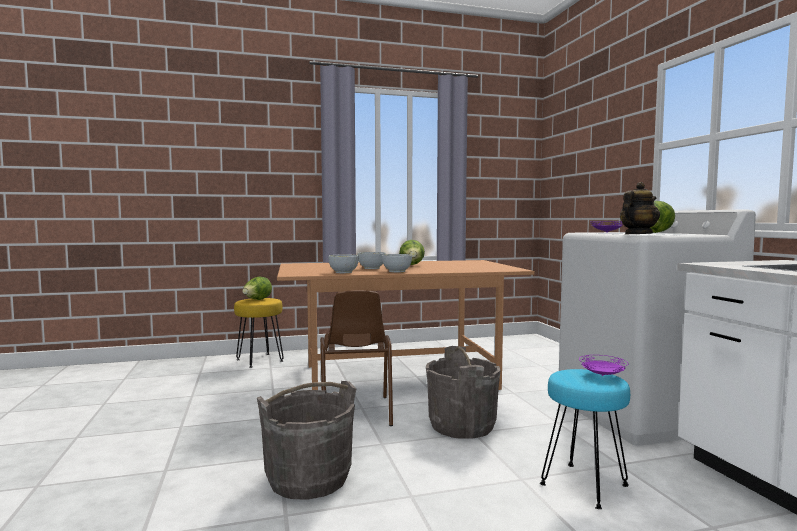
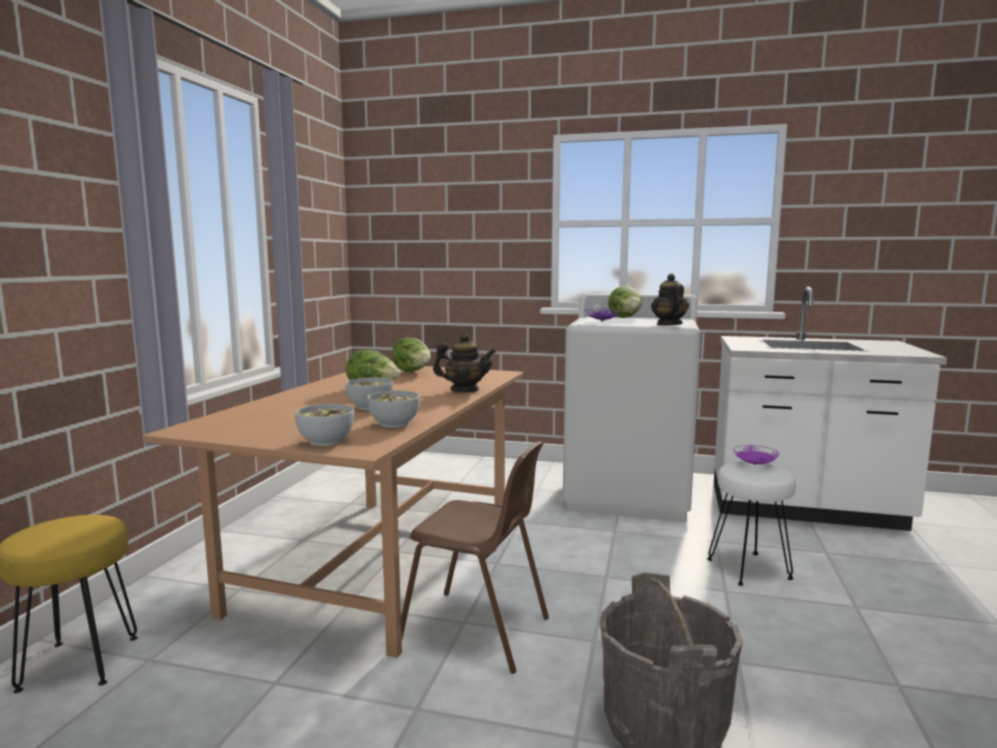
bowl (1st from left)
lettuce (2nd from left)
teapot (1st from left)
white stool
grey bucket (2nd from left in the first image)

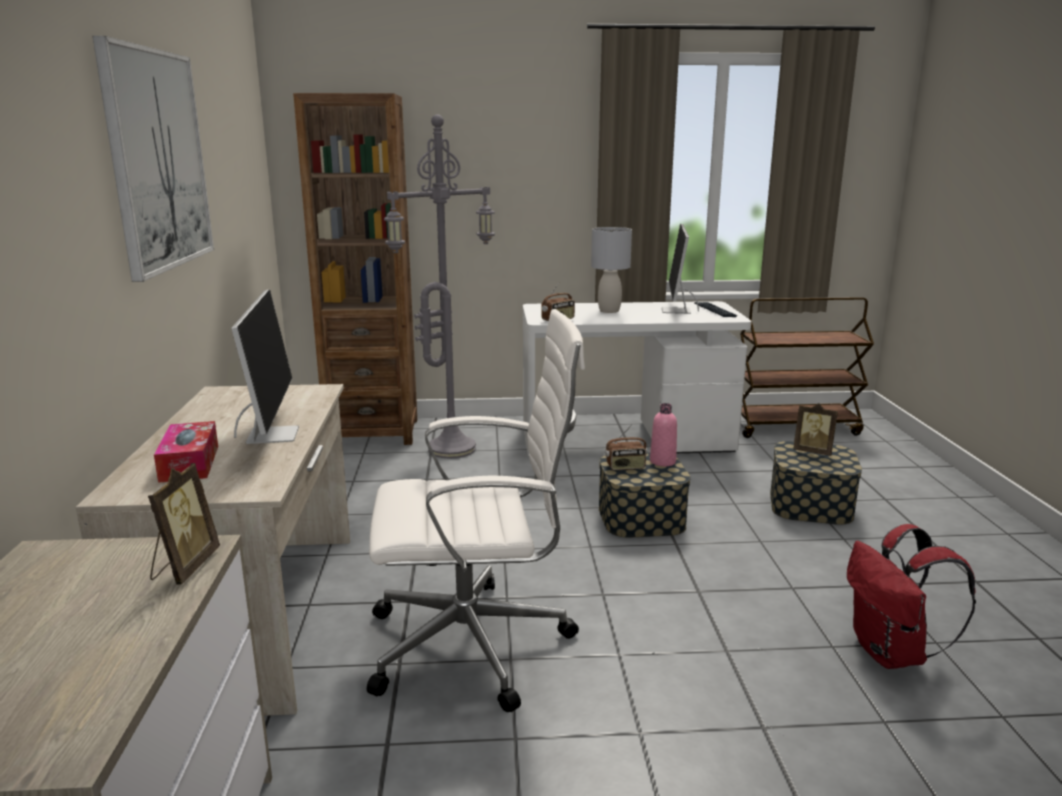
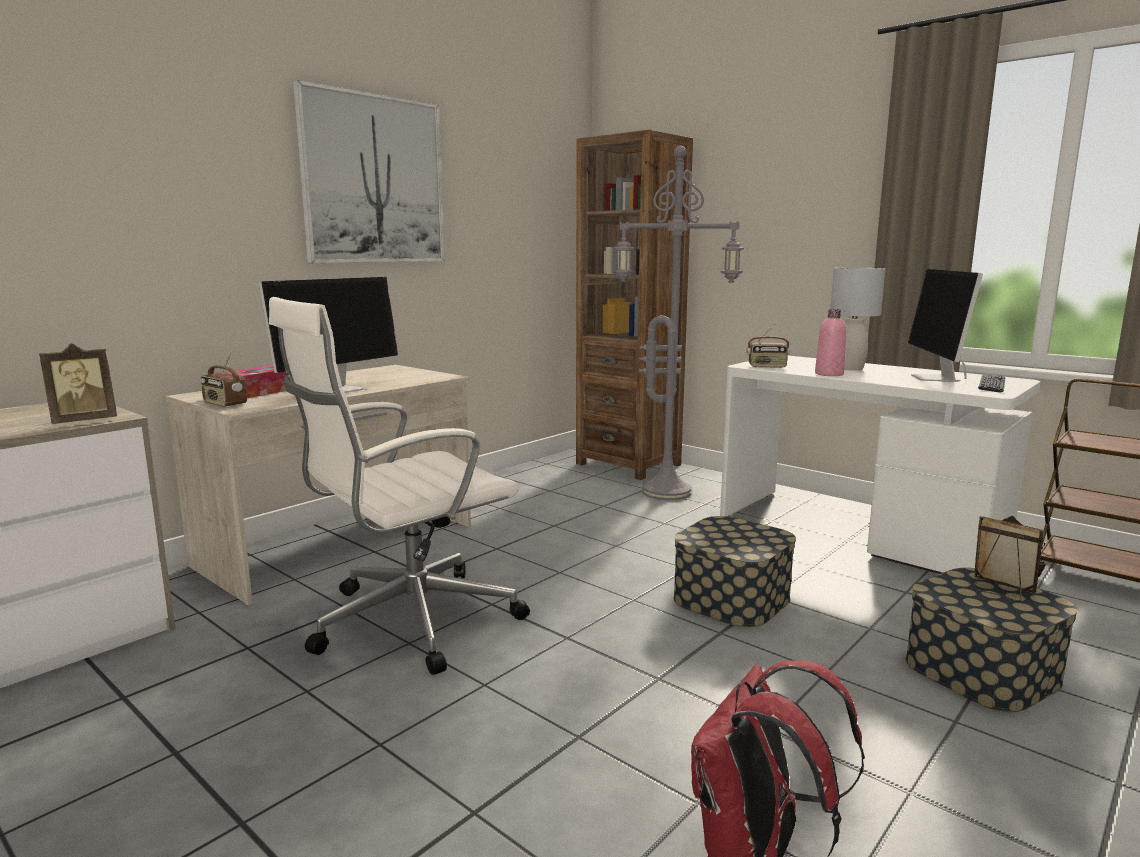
radio (1st from left)
white office chair
pink bottle
monitor (2nd from left)
picture frame (2nd from left)

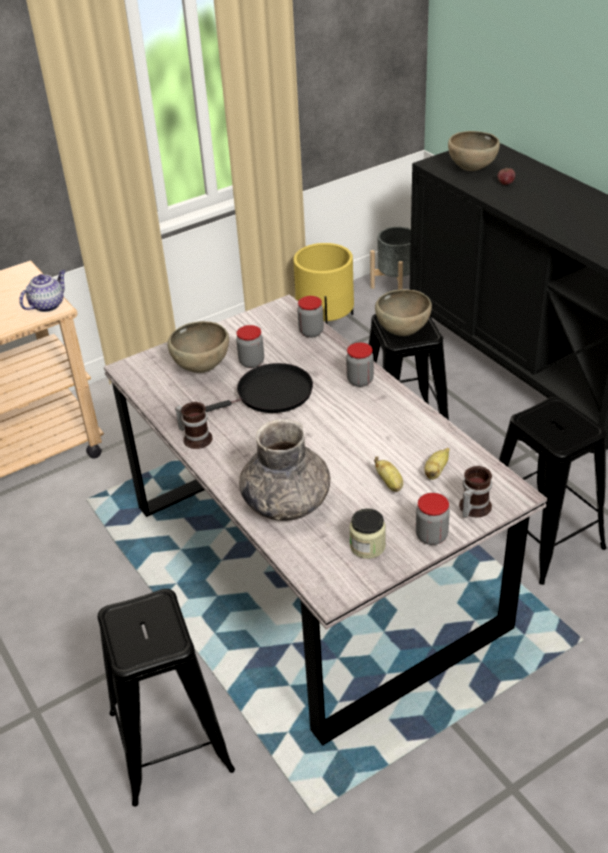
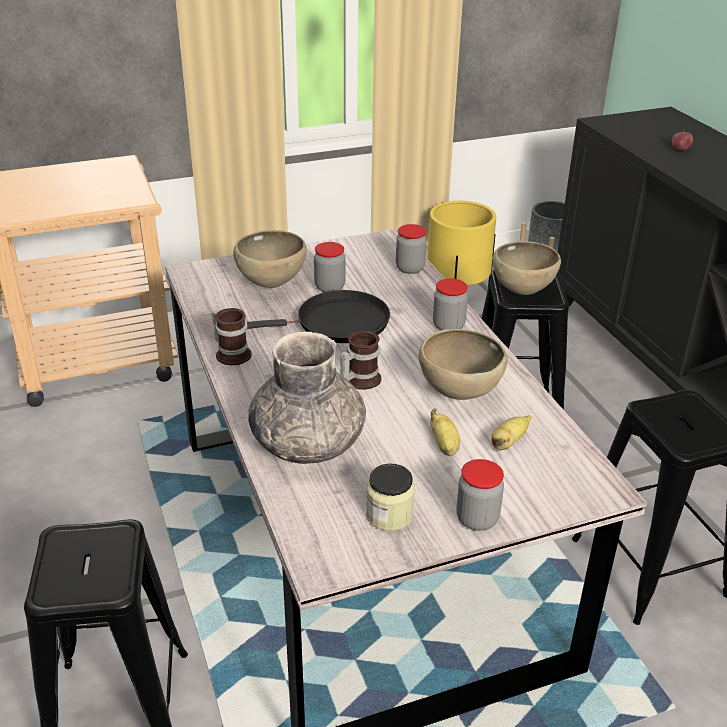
mug (2nd from left)
brown bowl (2nd from left)
teapot

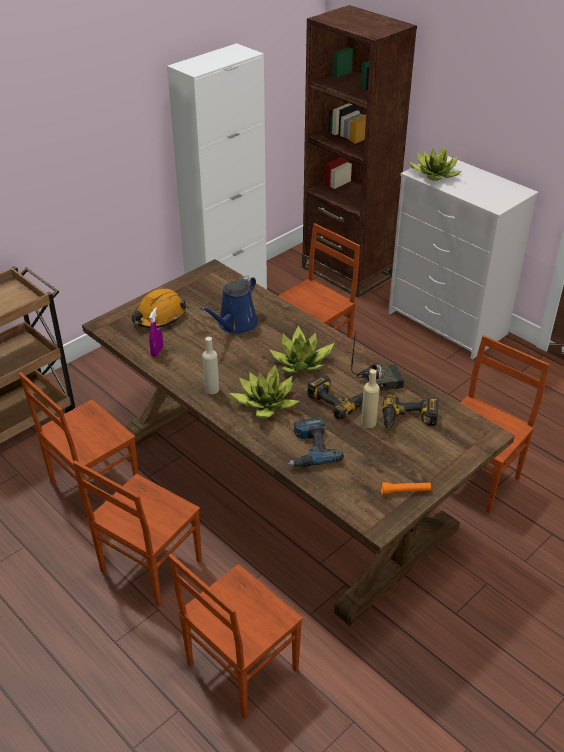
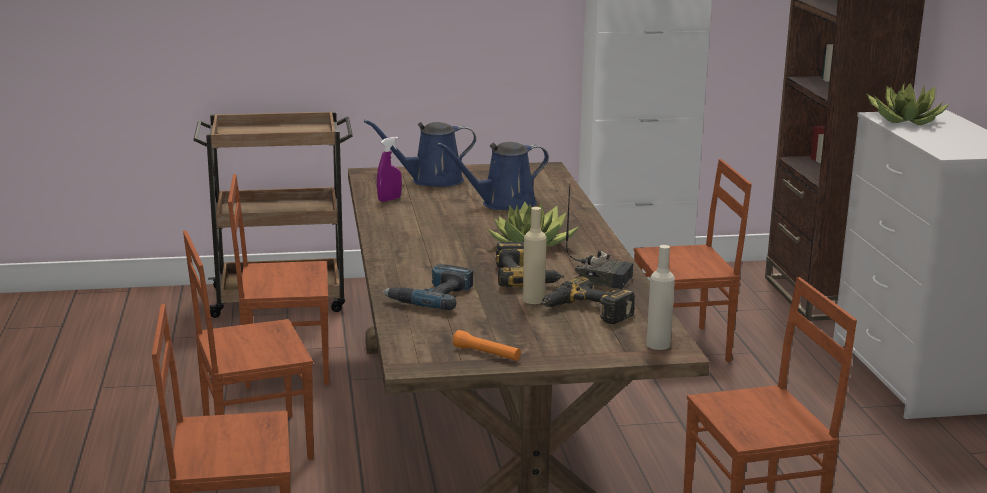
blue watering can (1st from left)
beige bottle (2nd from left)
potted plant (1st from left in the first image)

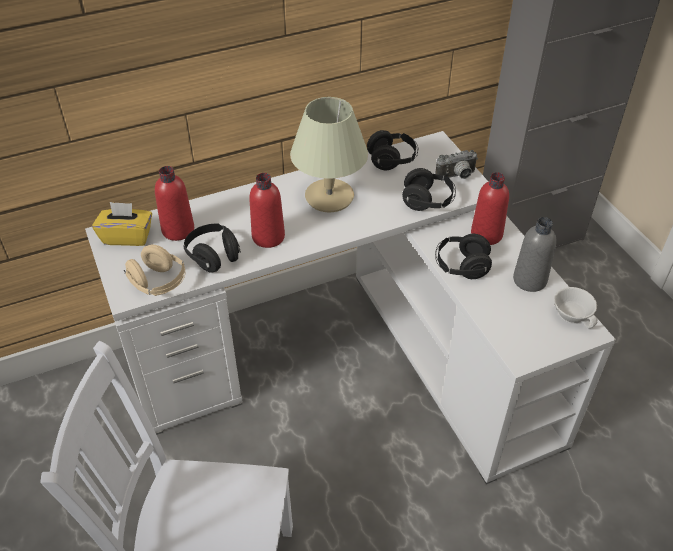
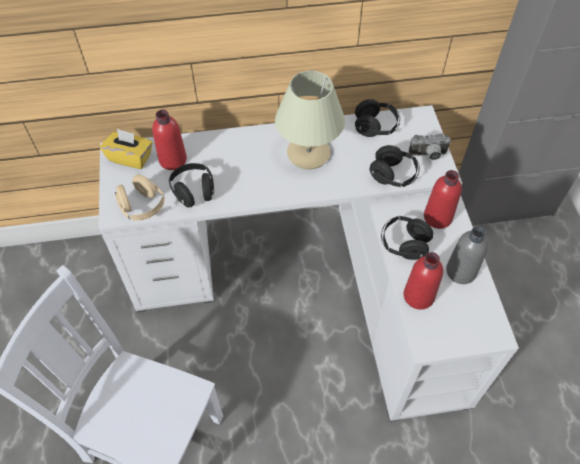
red bottle (2nd from left)
white cup

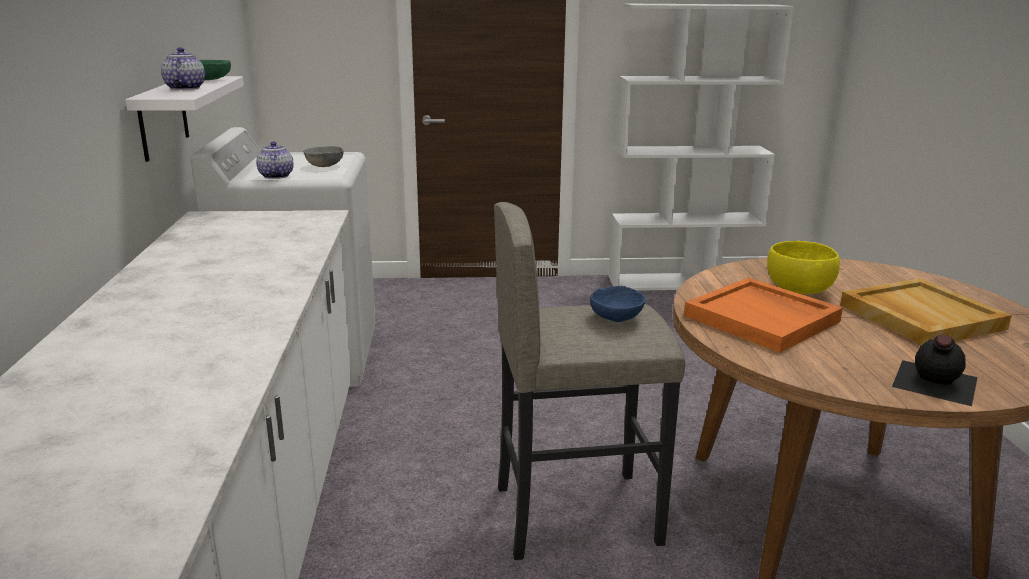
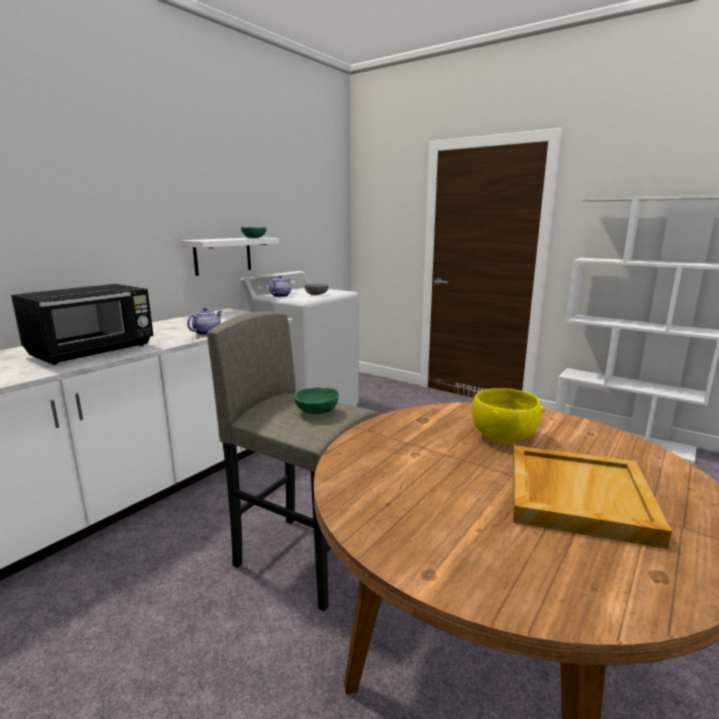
black microwave
teapot (1st from left)
green bowl (2nd from left)
orange tray
black bottle

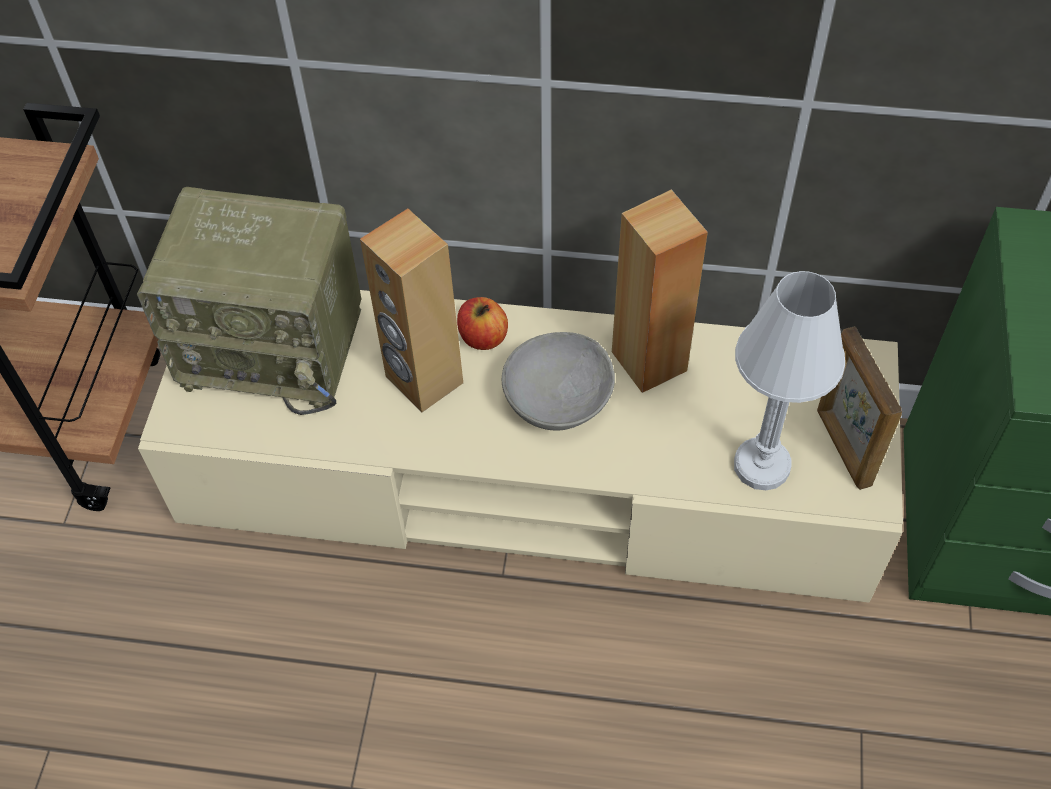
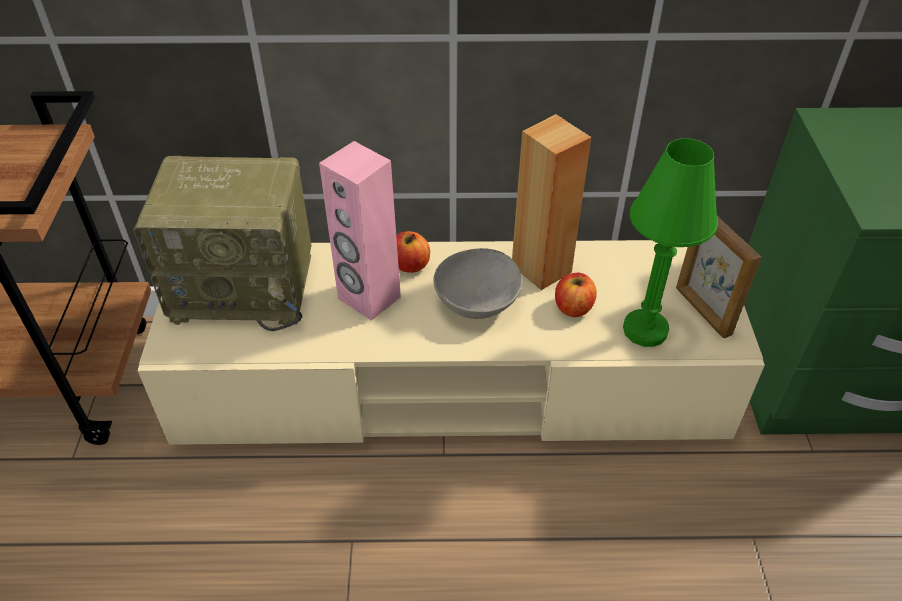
pink speaker
apple (2nd from left)
green table lamp

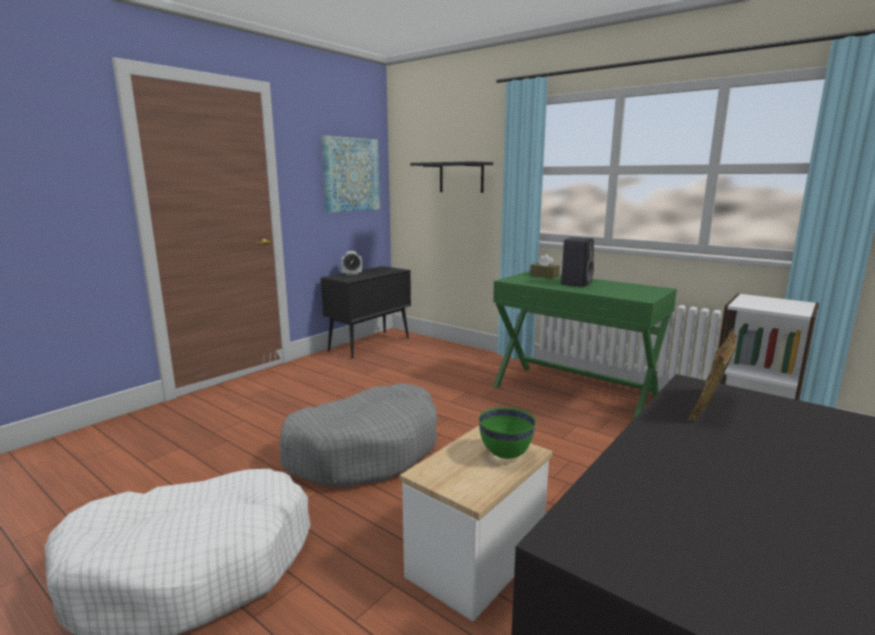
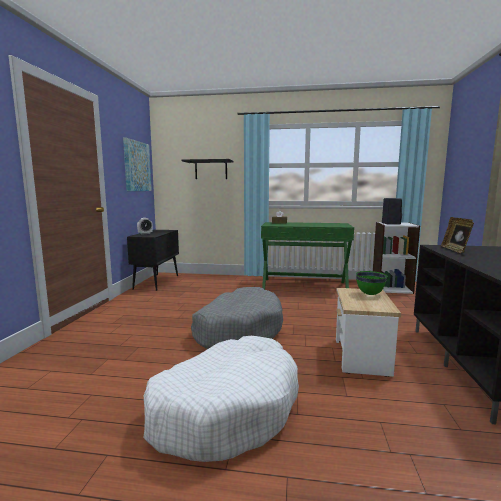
black speaker

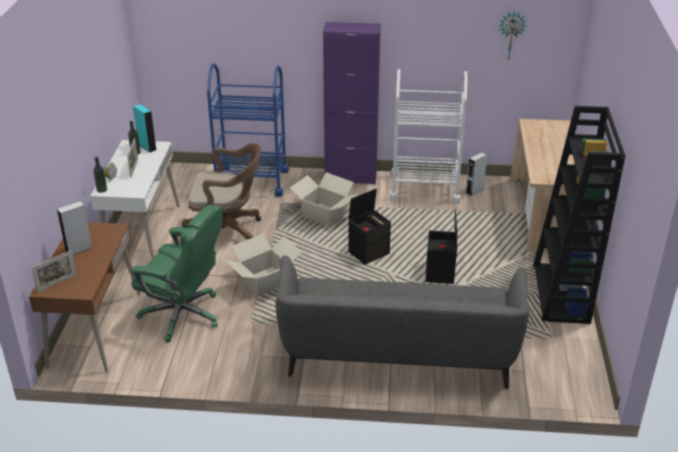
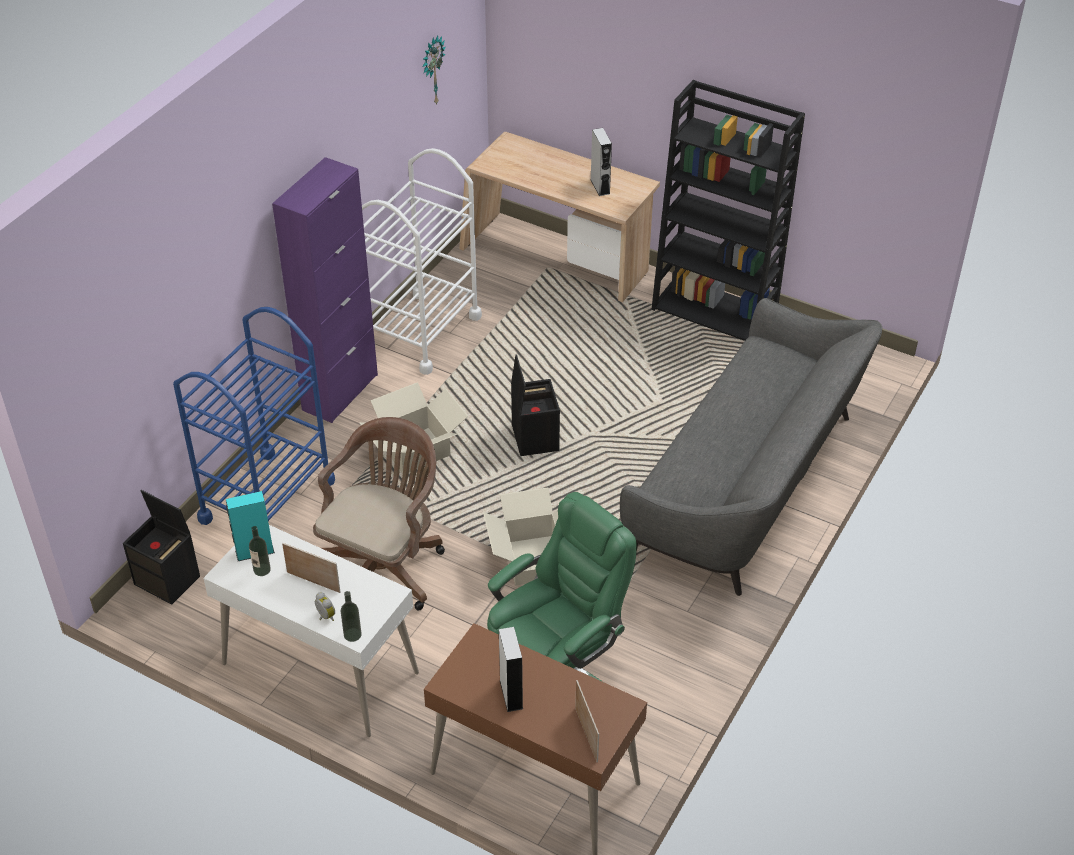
black storage box (1st from left)
grey speaker (2nd from left)

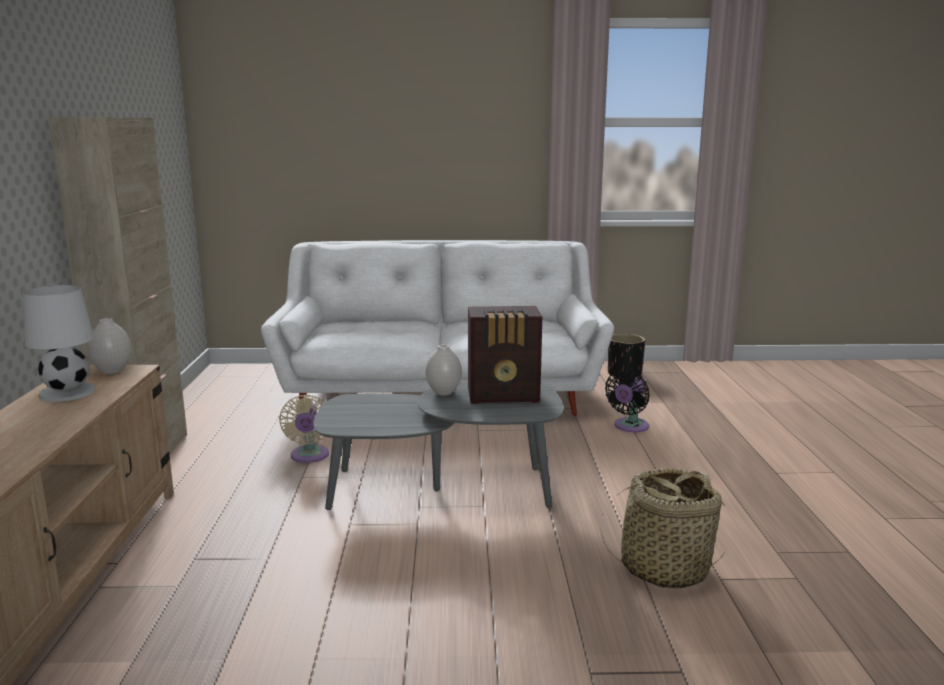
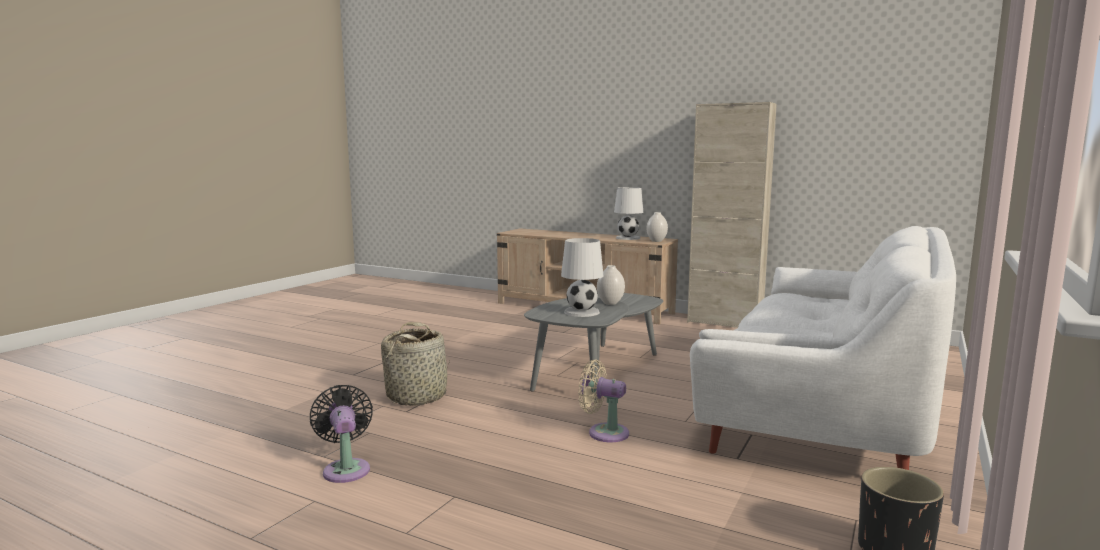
black fan
white table lamp (1st from left)
beige fan

